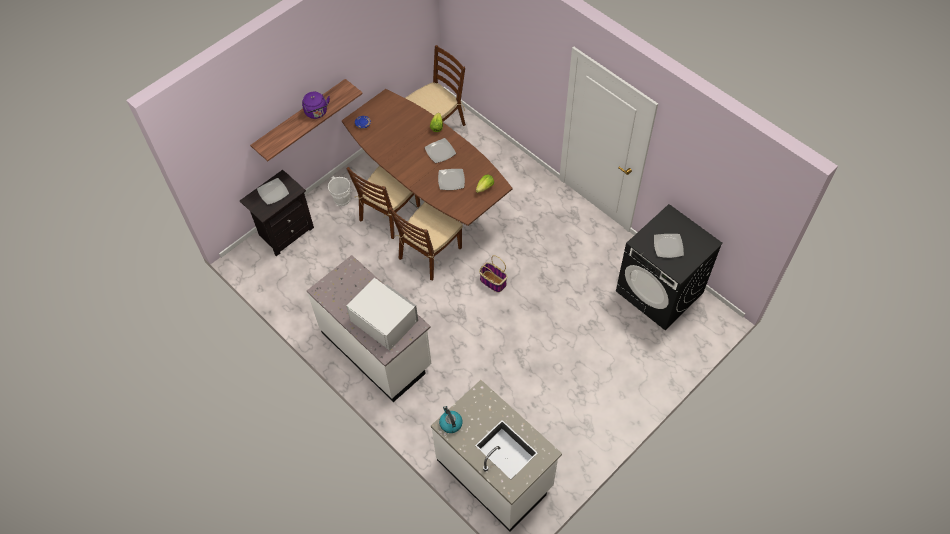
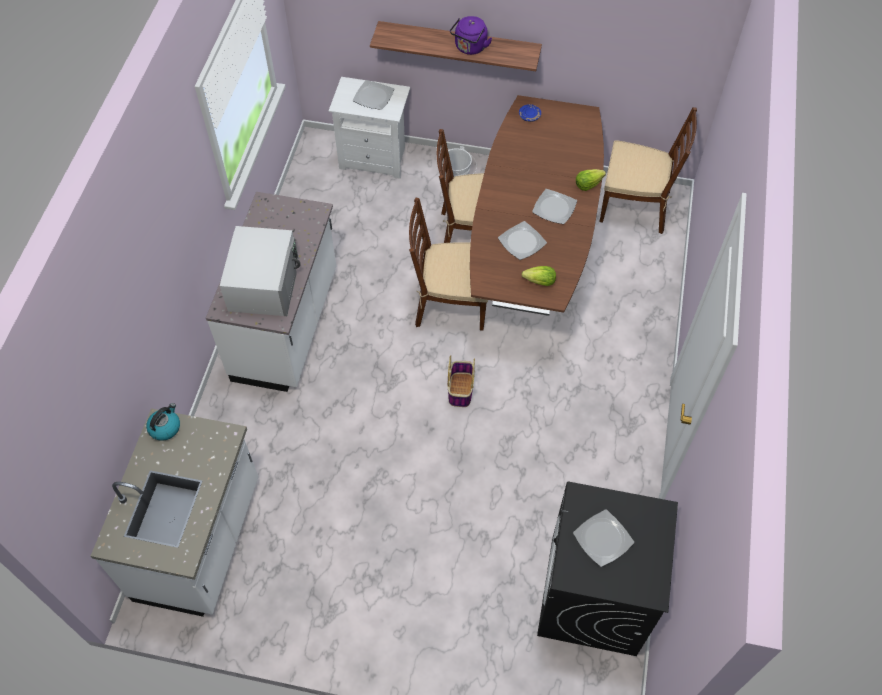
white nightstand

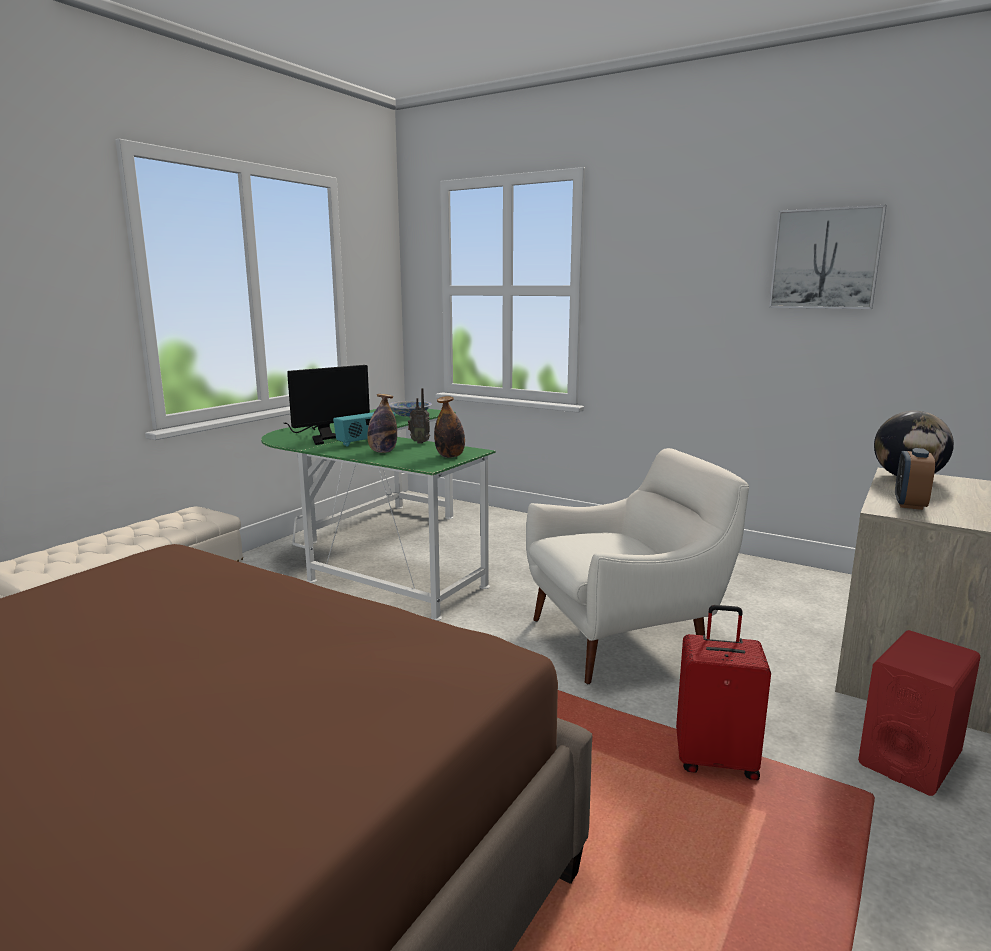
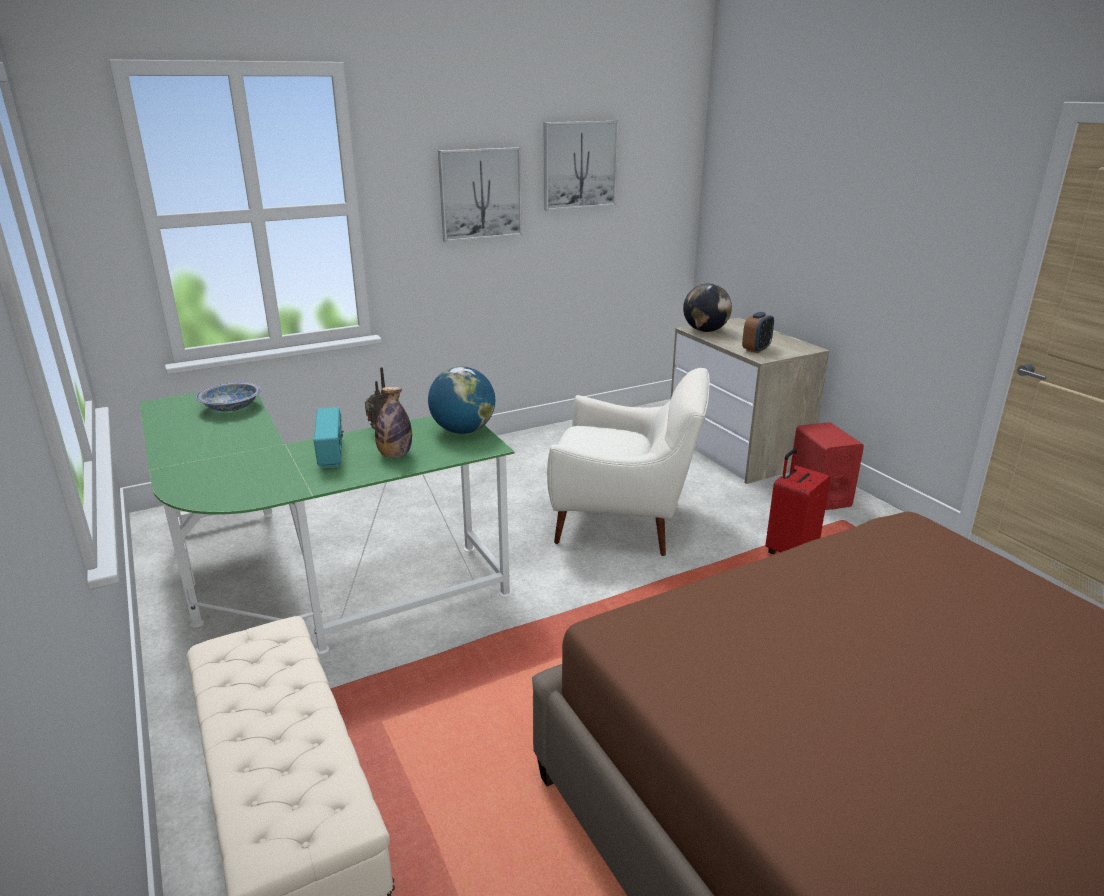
globe (1st from left)
picture (1st from left)
white armchair
alarm clock
monitor

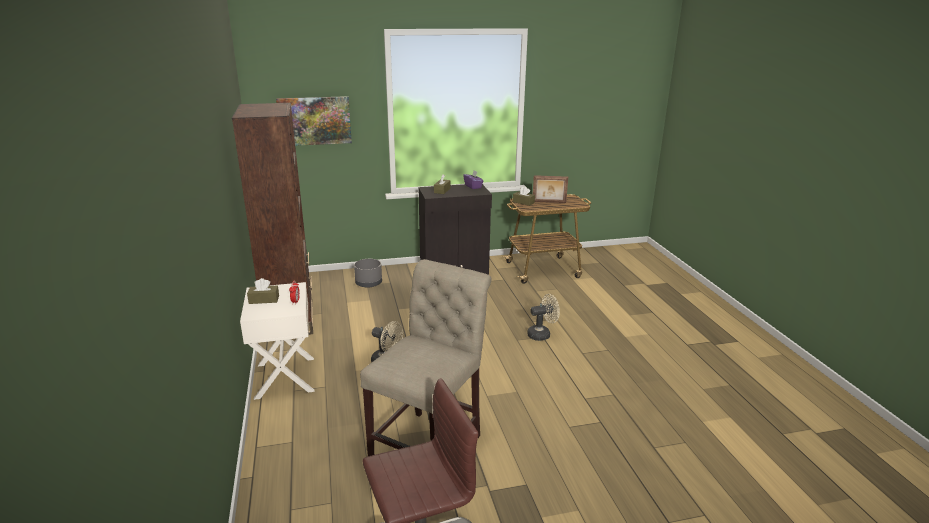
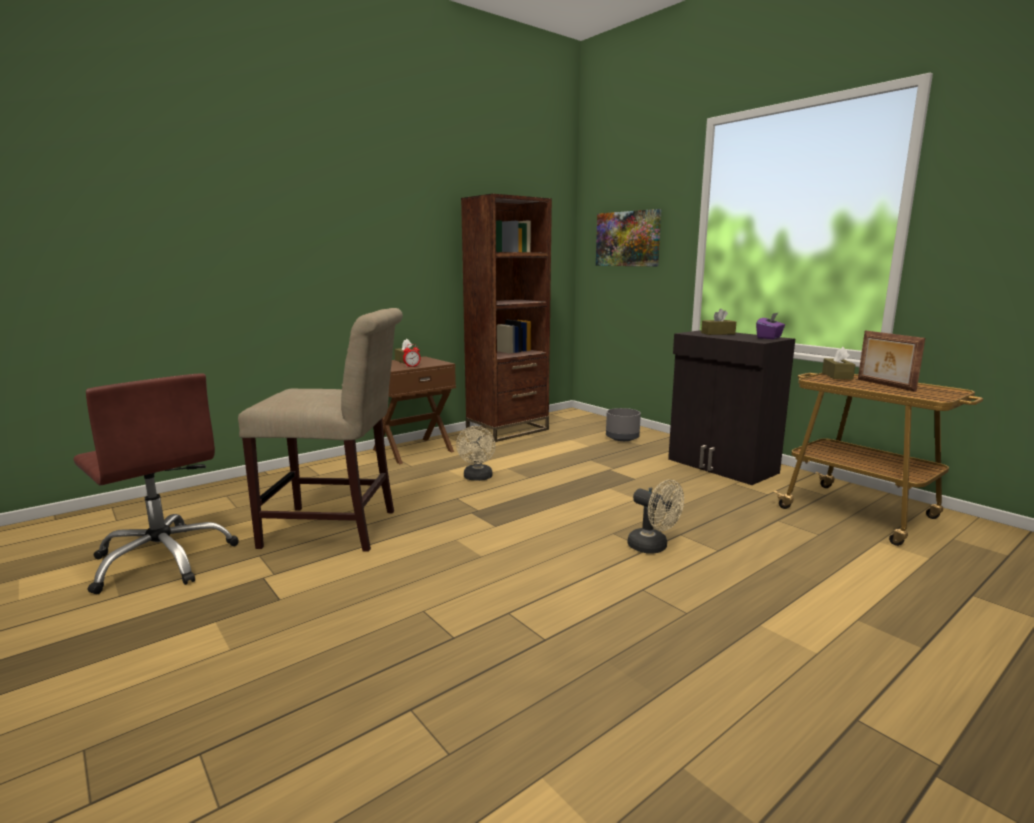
brown nightstand

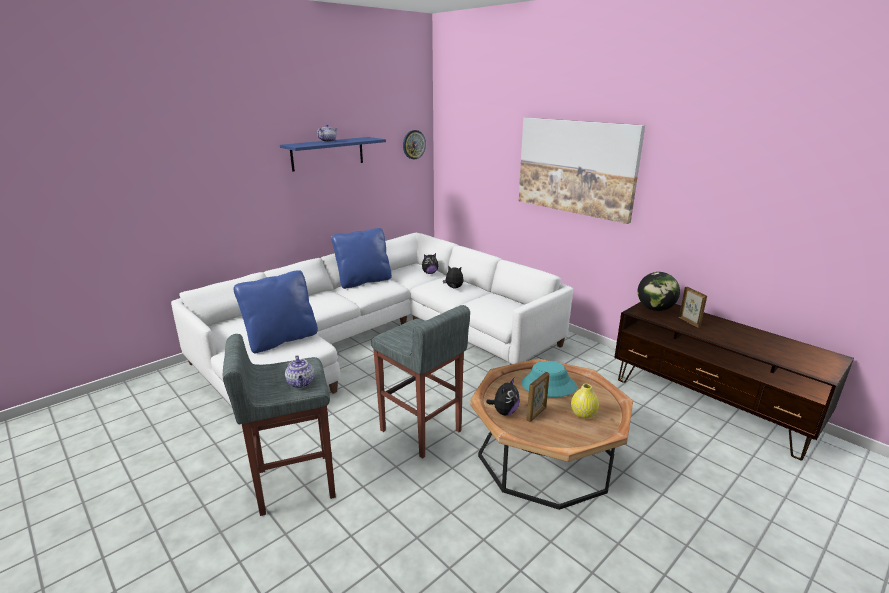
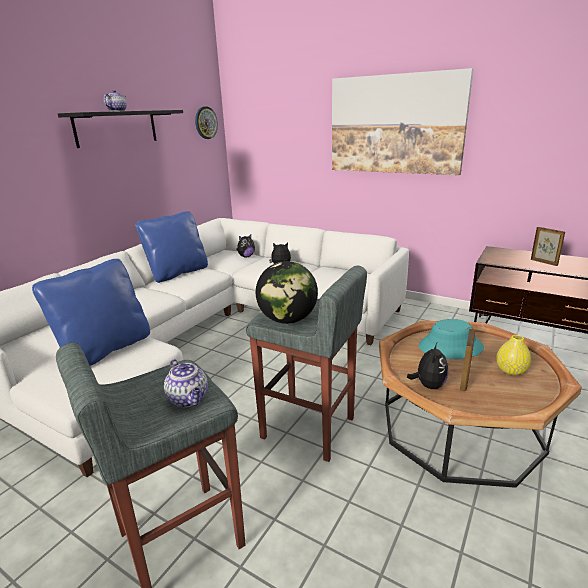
black shelf
globe

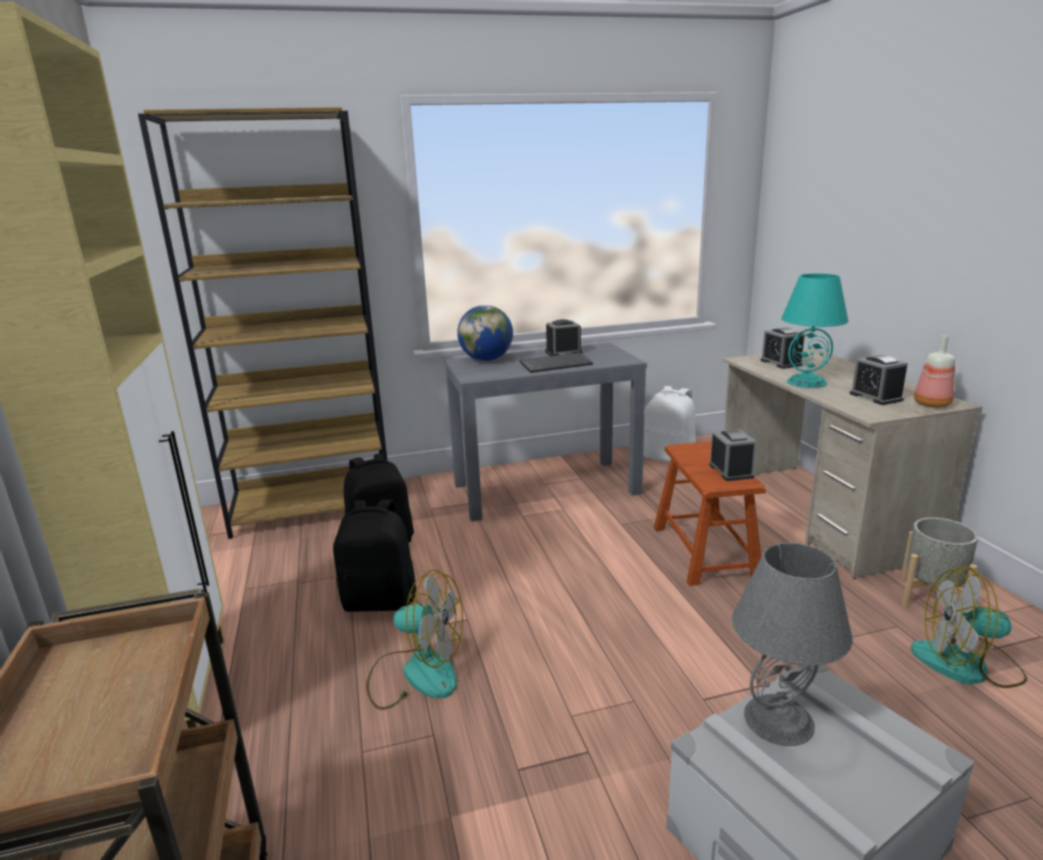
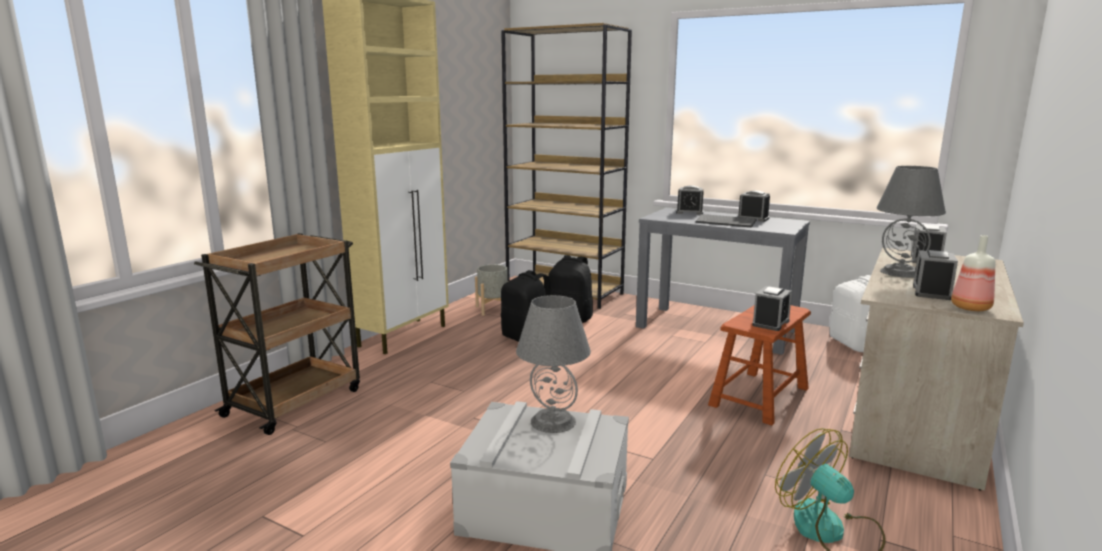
grey planter
alarm clock (1st from left)
grey table lamp (2nd from left)
fan (1st from left in the first image)

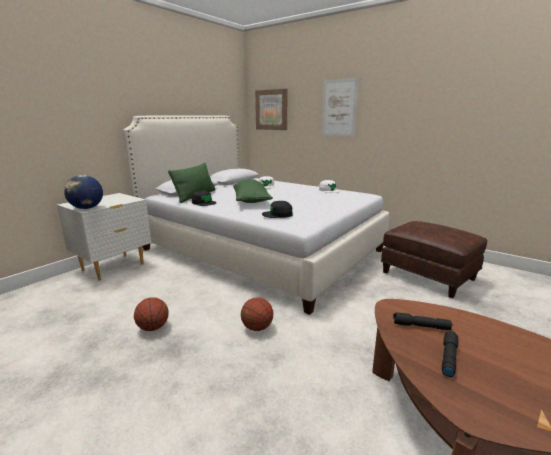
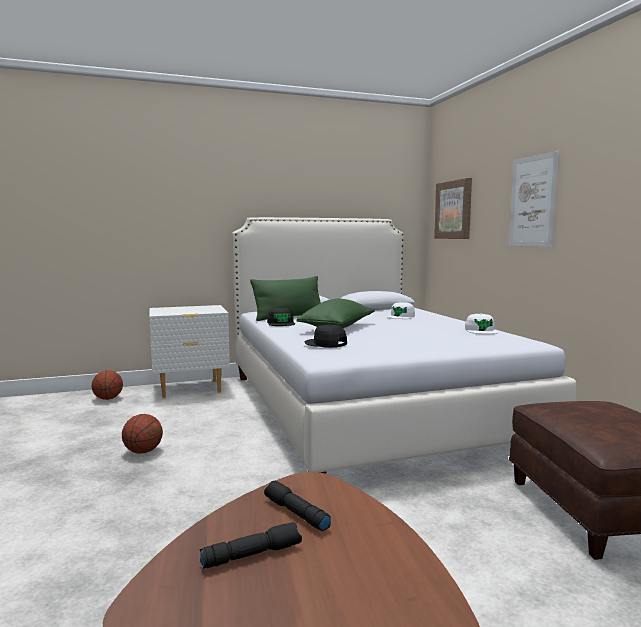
basketball (1st from left)
globe

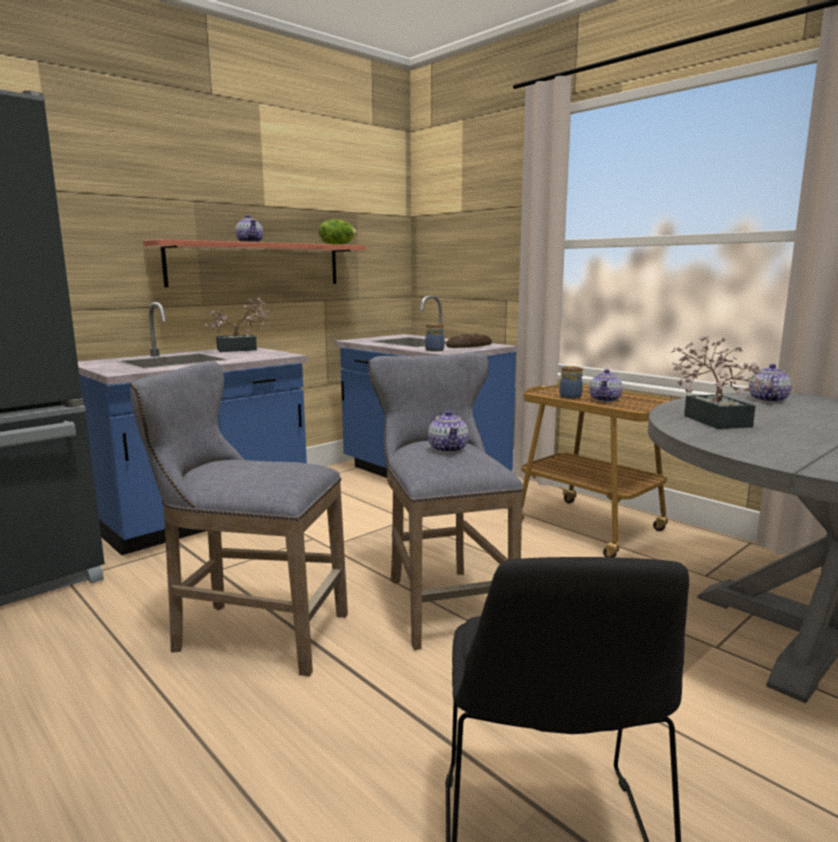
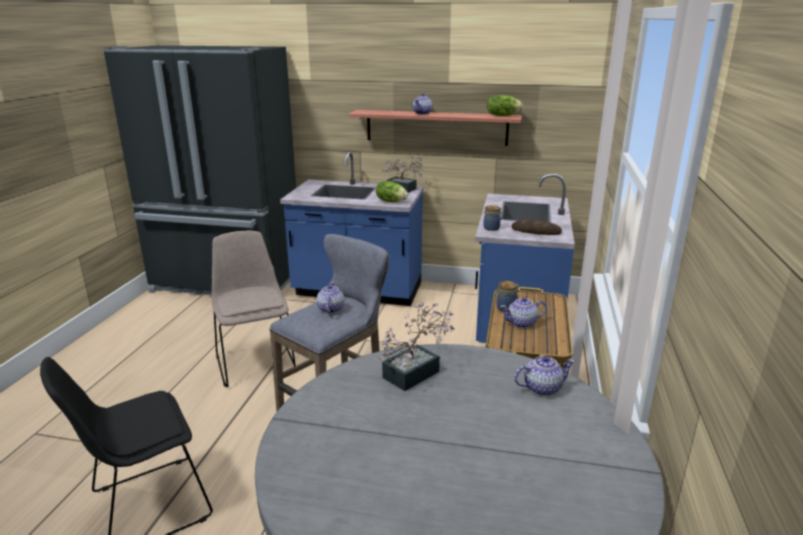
beige chair
teapot (1st from left)
lettuce (1st from left)

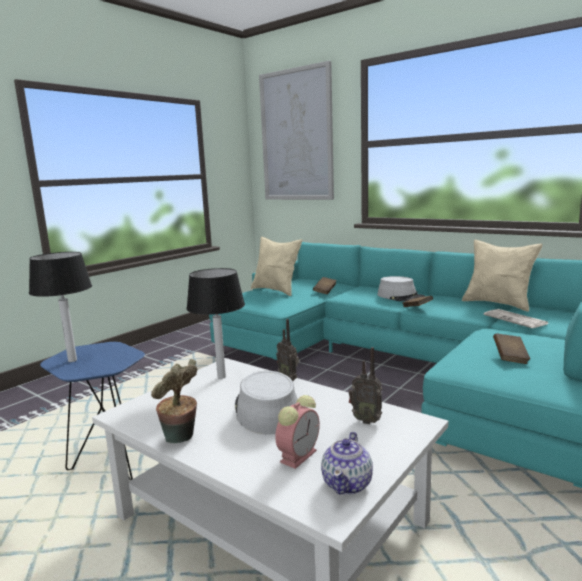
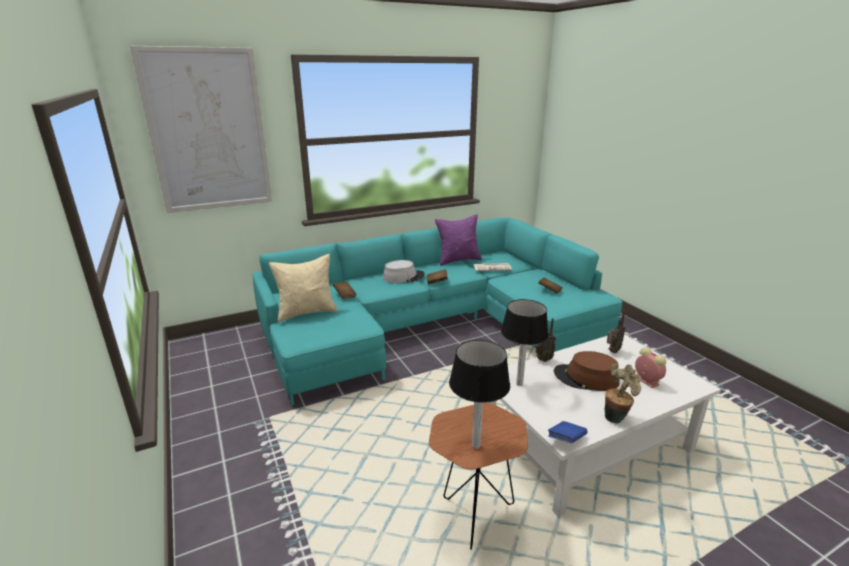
brown side table
purple pillow
blue book
brown hat
teapot

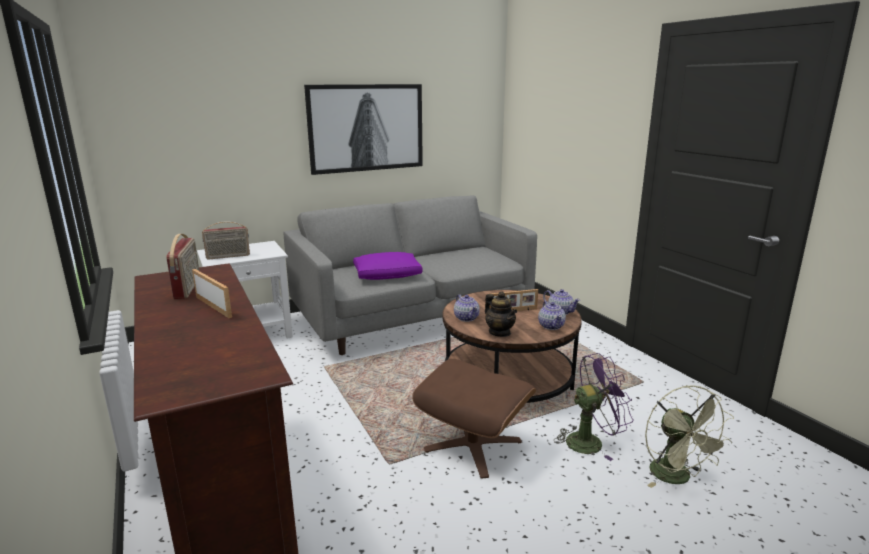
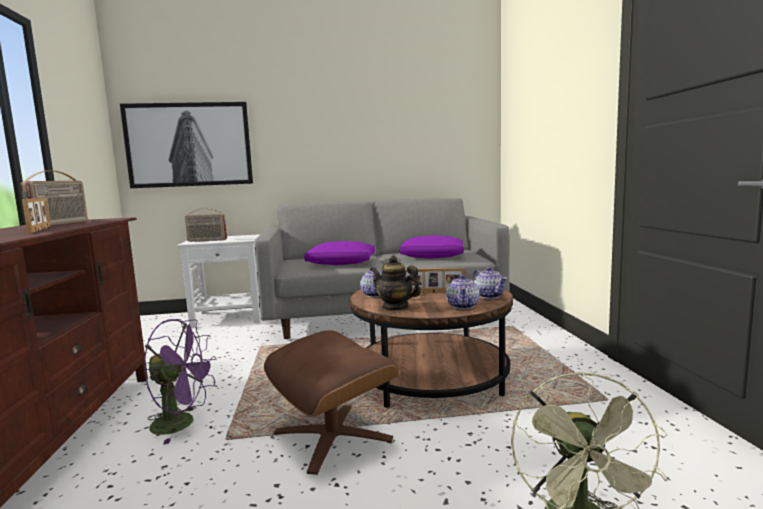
picture
purple fan
teapot (2nd from left)
purple pillow (2nd from left)

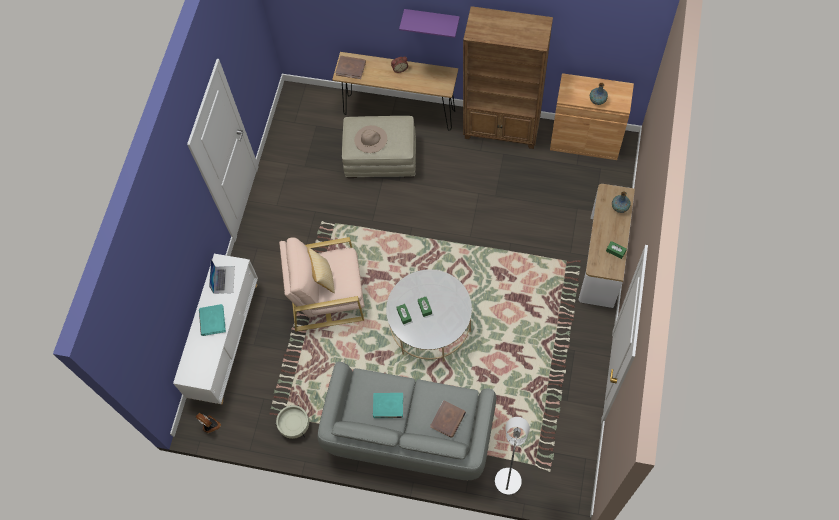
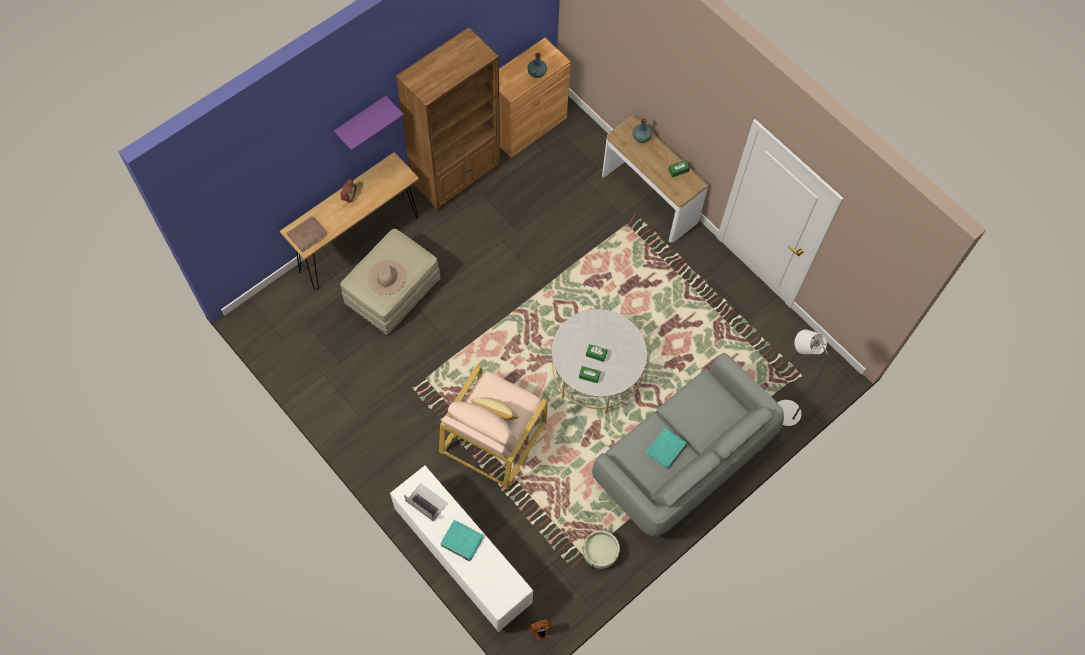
brown book (2nd from left in the first image)

